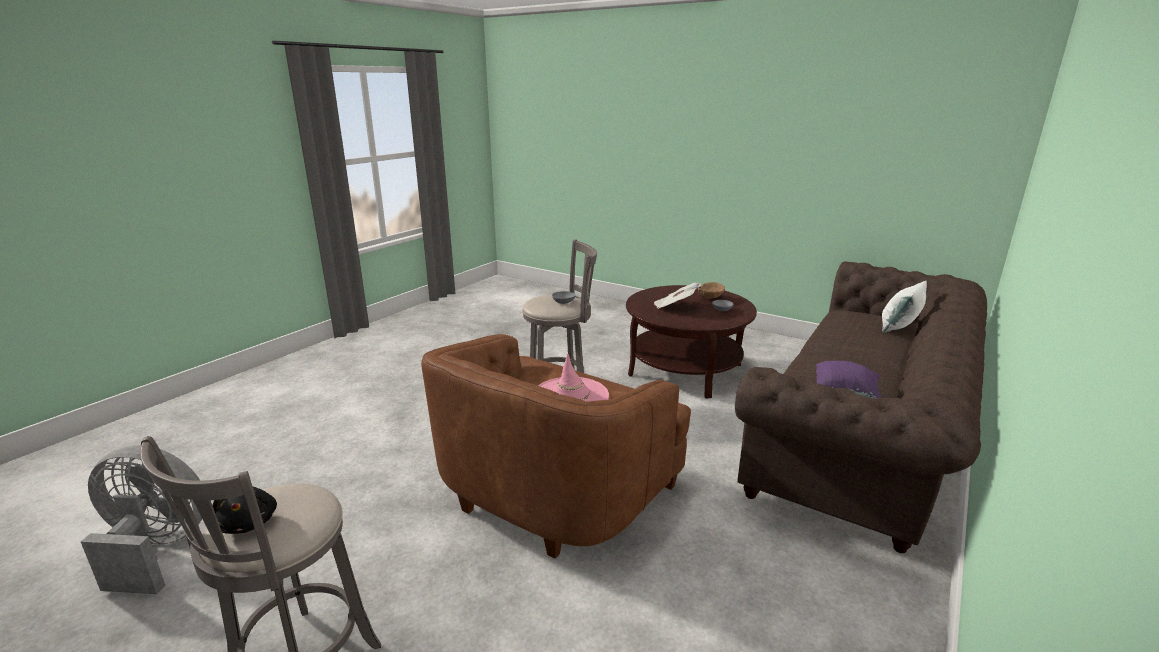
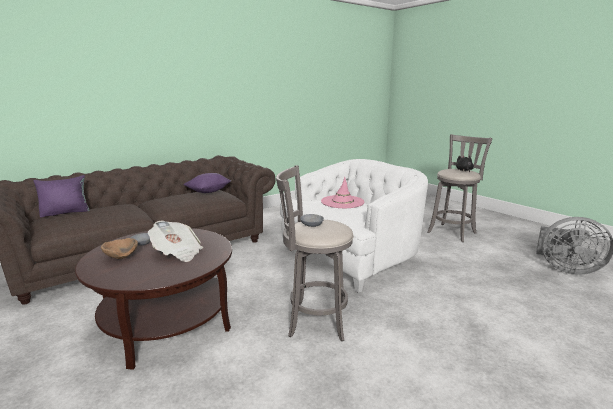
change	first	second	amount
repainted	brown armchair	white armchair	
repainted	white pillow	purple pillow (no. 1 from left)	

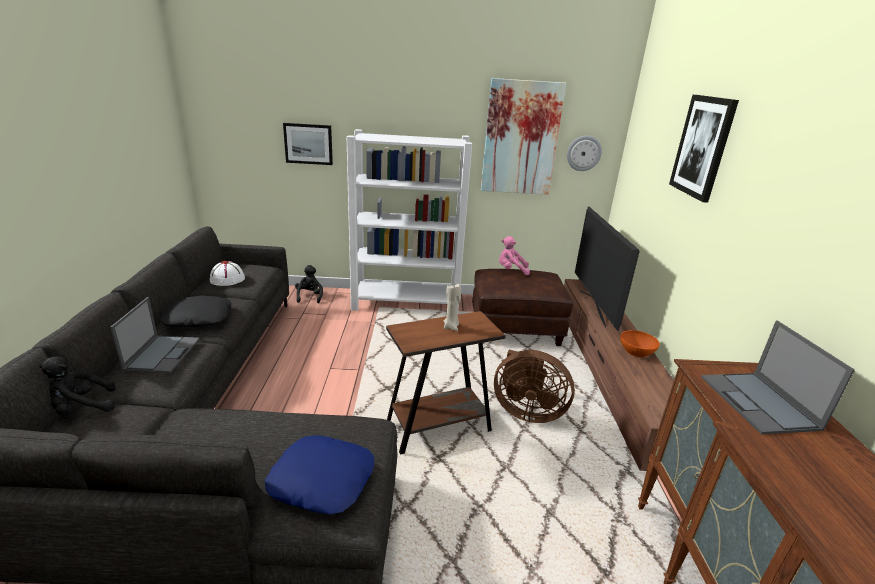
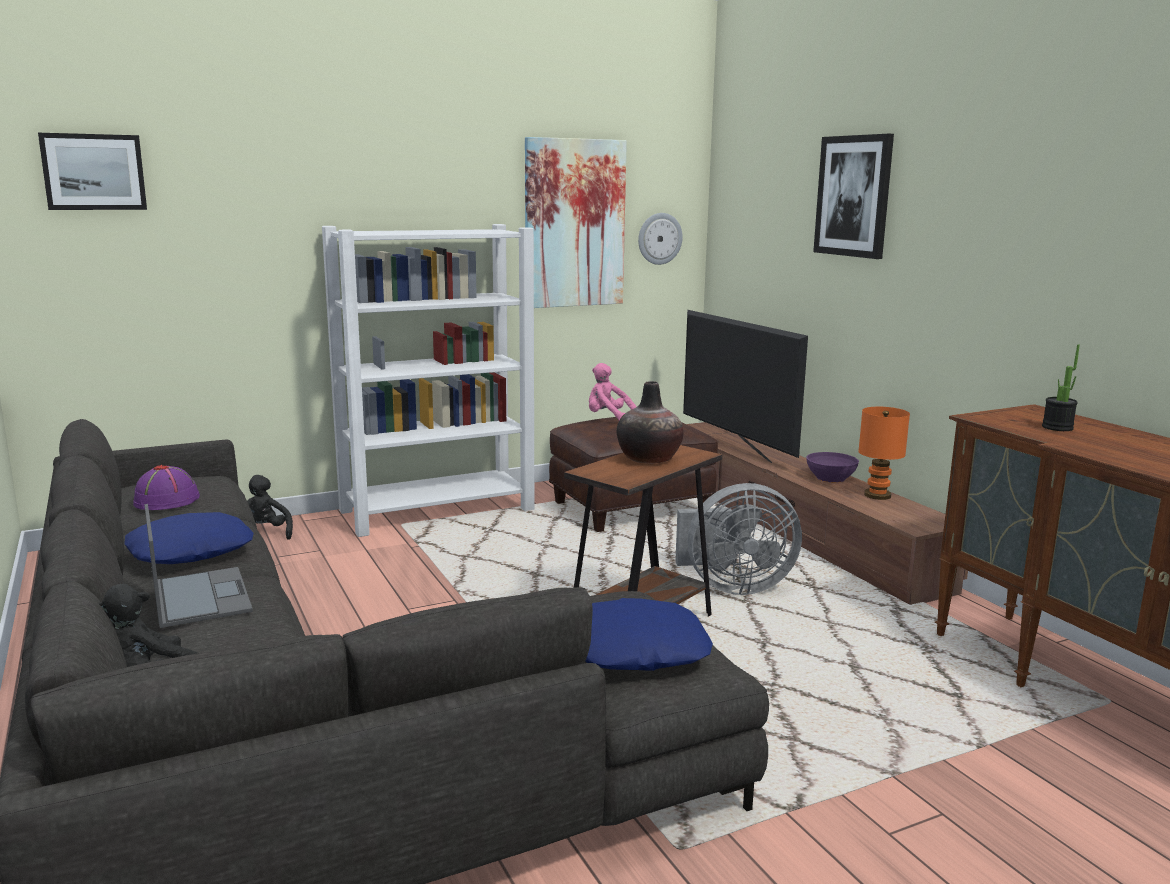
change	first	second	amount
repainted	black pillow	blue pillow (no. 1 from left)	
repainted	white hat	purple hat	
shifted	picture (no. 1 from left)		
swapped	beige candle	vase	
repainted	brown fan	grey fan	
rotated	pink plush toy		45 degrees clockwise
repainted	orange bowl	purple bowl	
swapped	laptop (no. 2 from left)	potted plant	
new		orange table lamp	

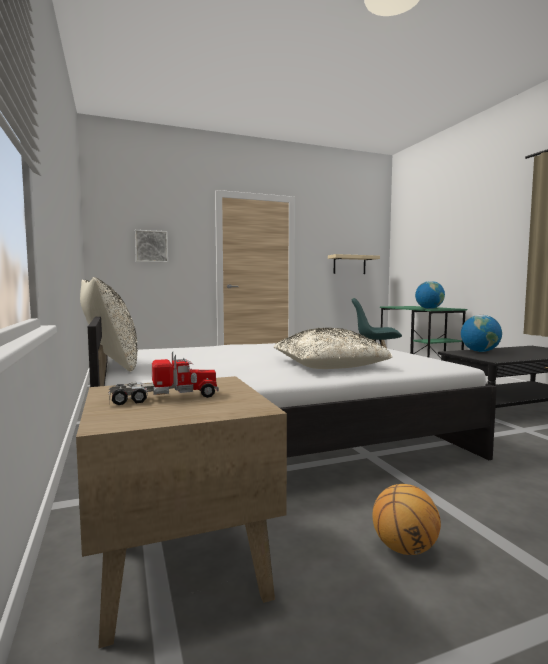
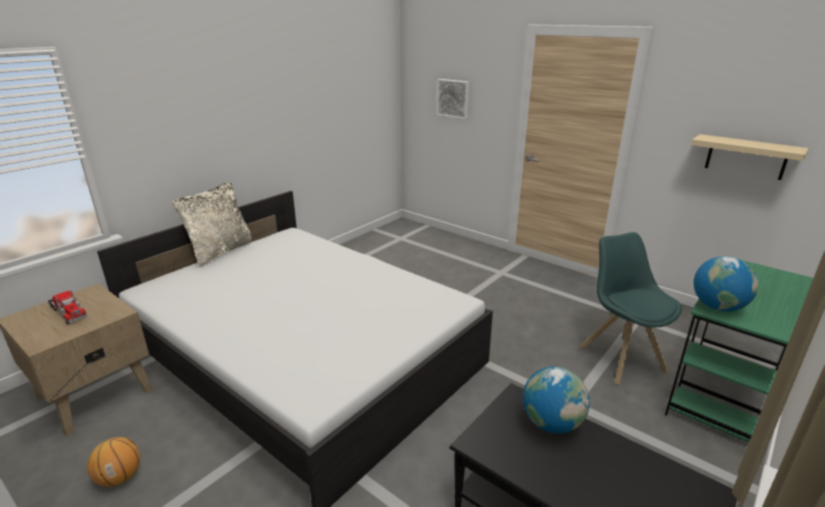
change	first	second	amount
gone	beige pillow (no. 2 from left)		

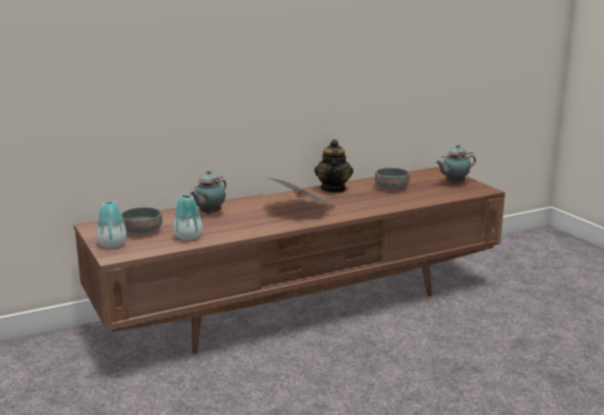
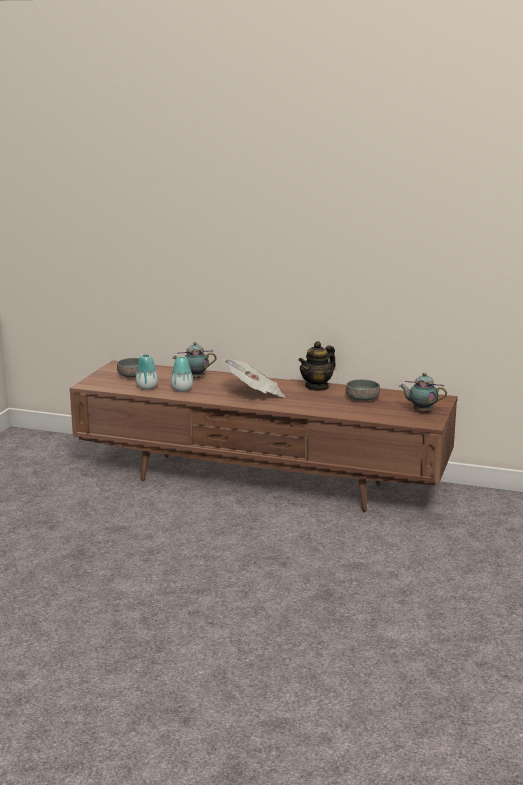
change	first	second	amount
shifted	vase (no. 1 from left in the first image)	vase (no. 2 from left)	

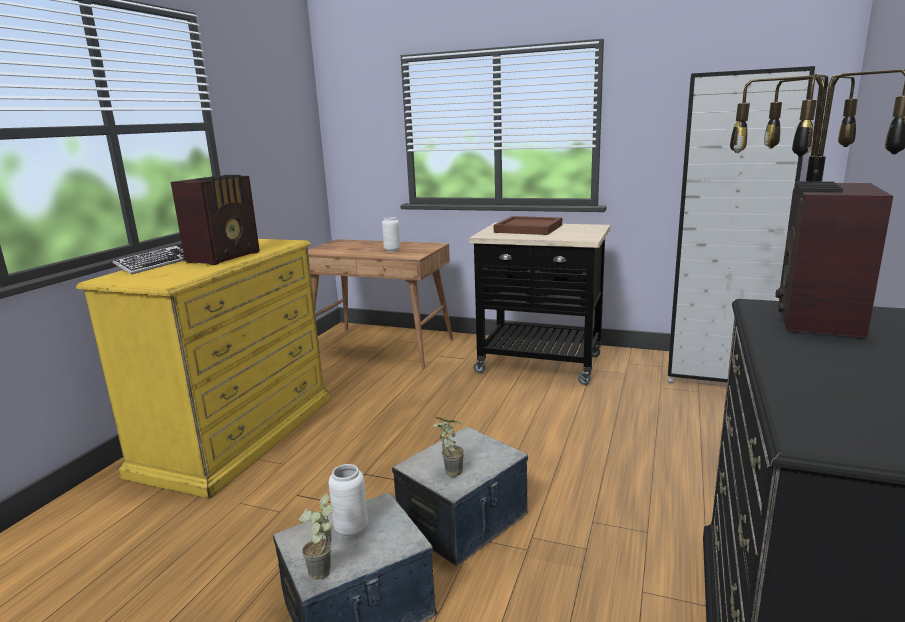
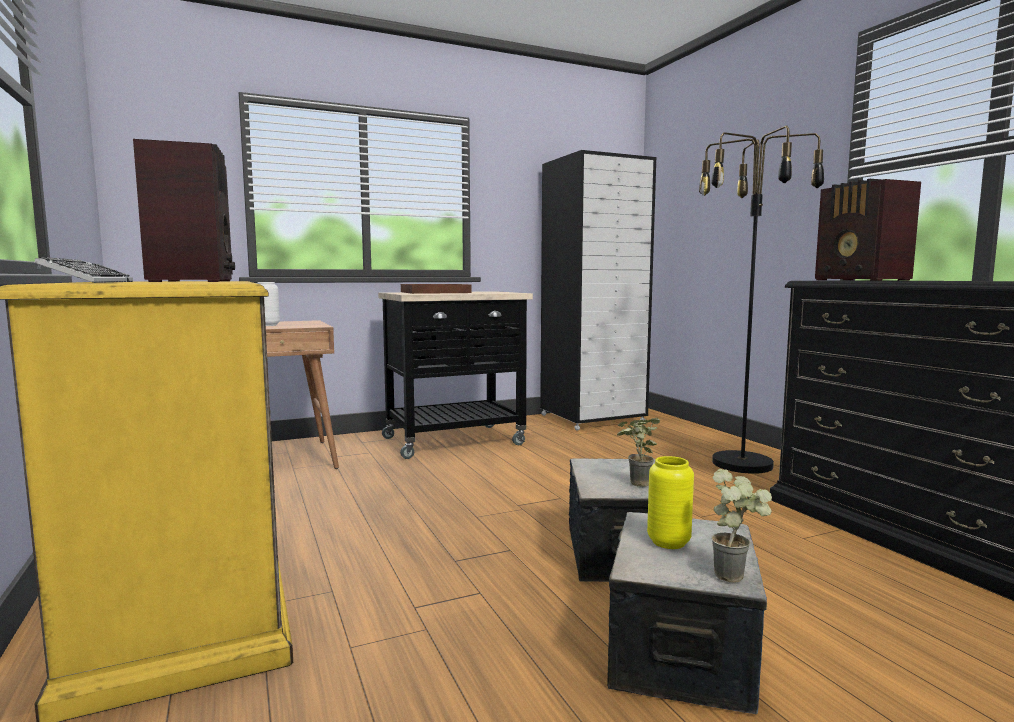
change	first	second	amount
repainted	white vase (no. 1 from left)	yellow vase	

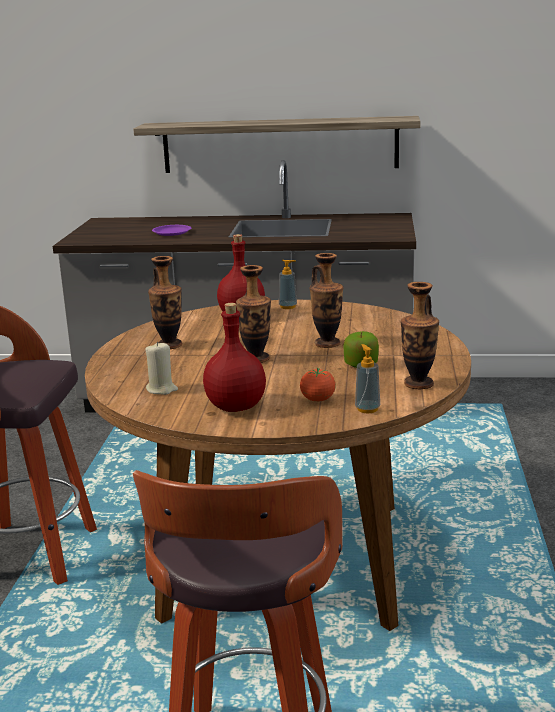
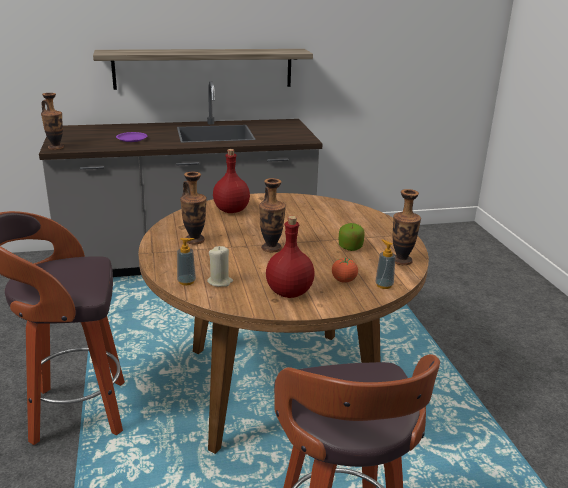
change	first	second	amount
shifted	soap dispenser (no. 1 from left)		
shifted	vase (no. 3 from left in the first image)	vase (no. 1 from left)	

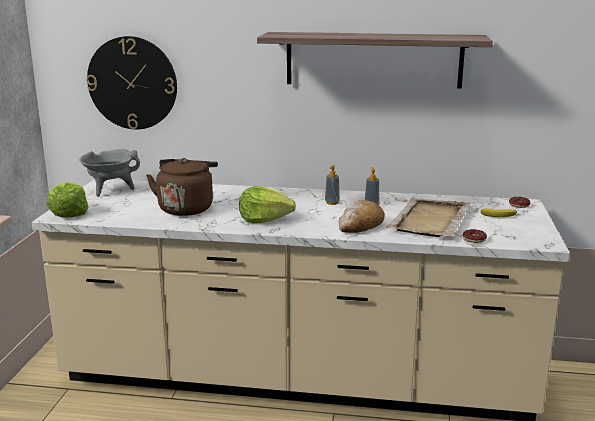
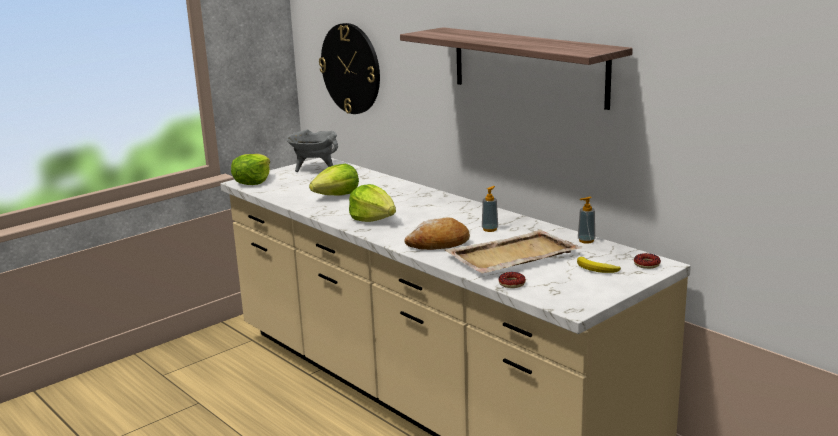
change	first	second	amount
swapped	brown kettle	lettuce (no. 2 from left)	
shifted	soap dispenser (no. 1 from left in the first image)	soap dispenser (no. 2 from left)	

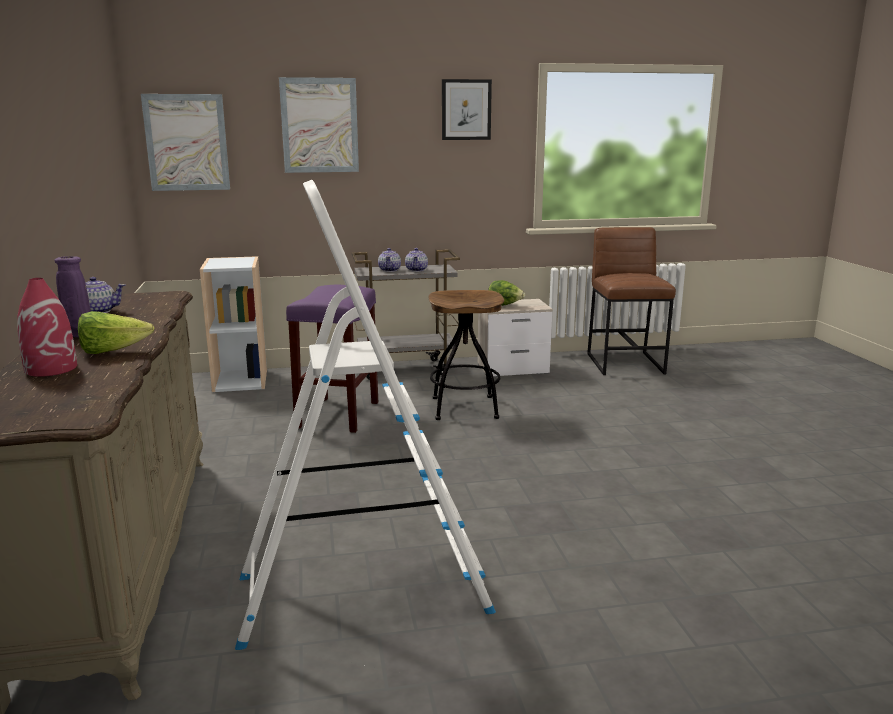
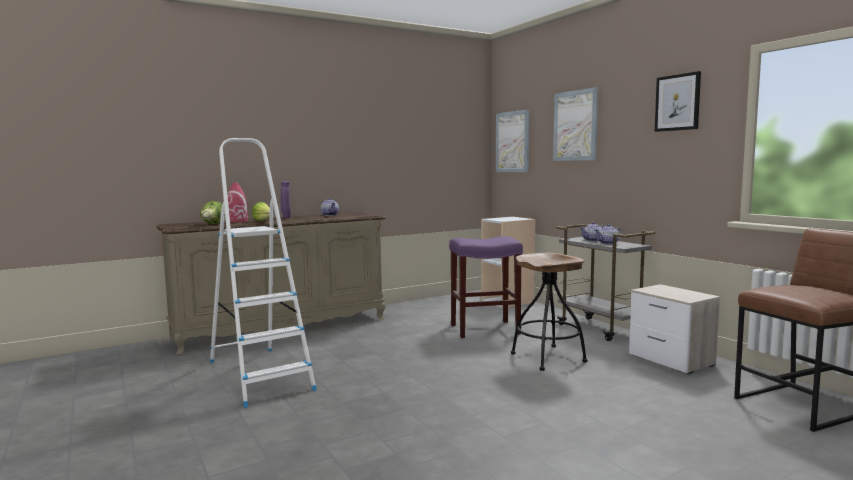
change	first	second	amount
shifted	lettuce (no. 2 from left in the first image)	lettuce (no. 1 from left)	

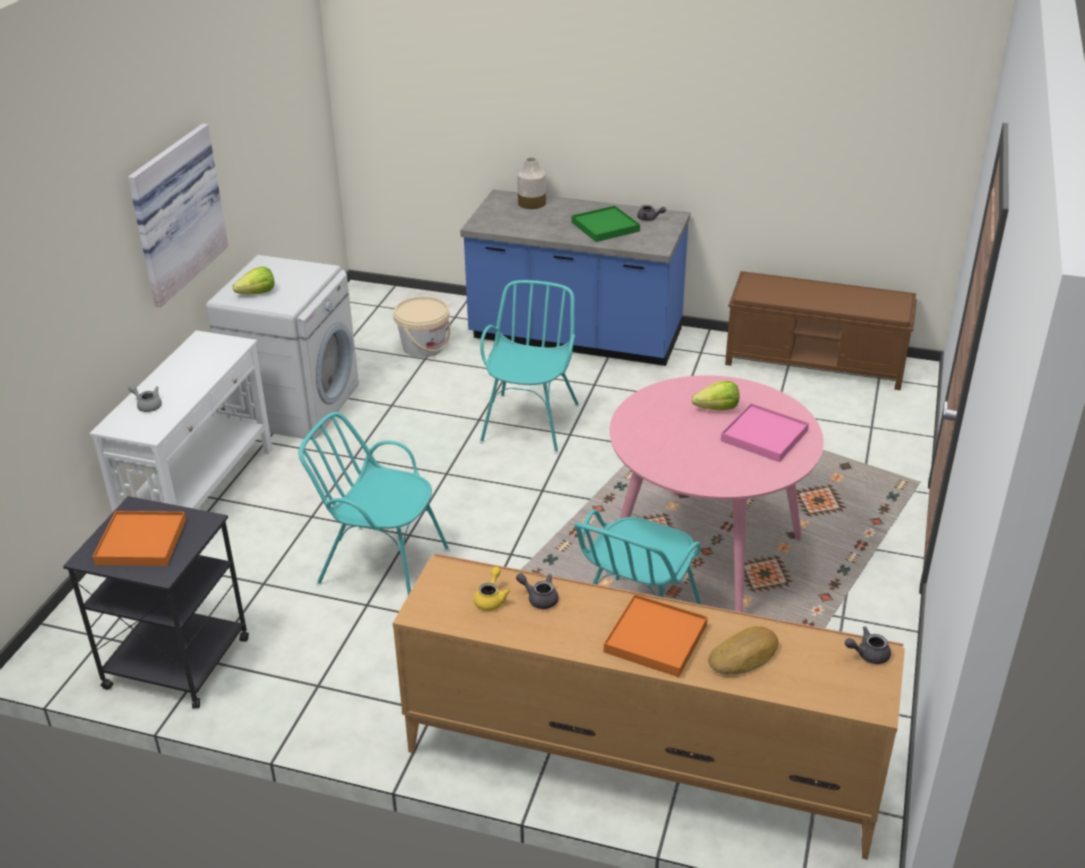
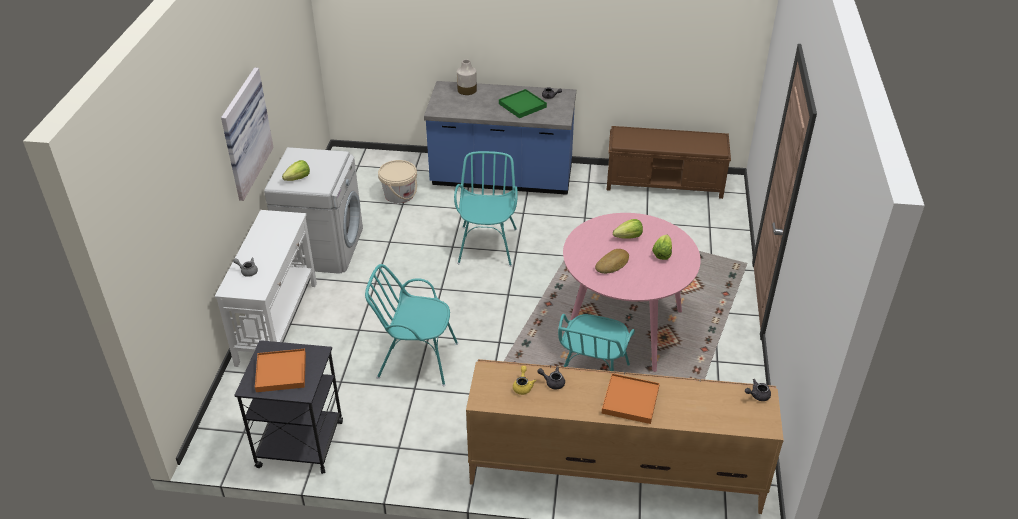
change	first	second	amount
shifted	bread		
swapped	pink tray	lettuce (no. 3 from left)	

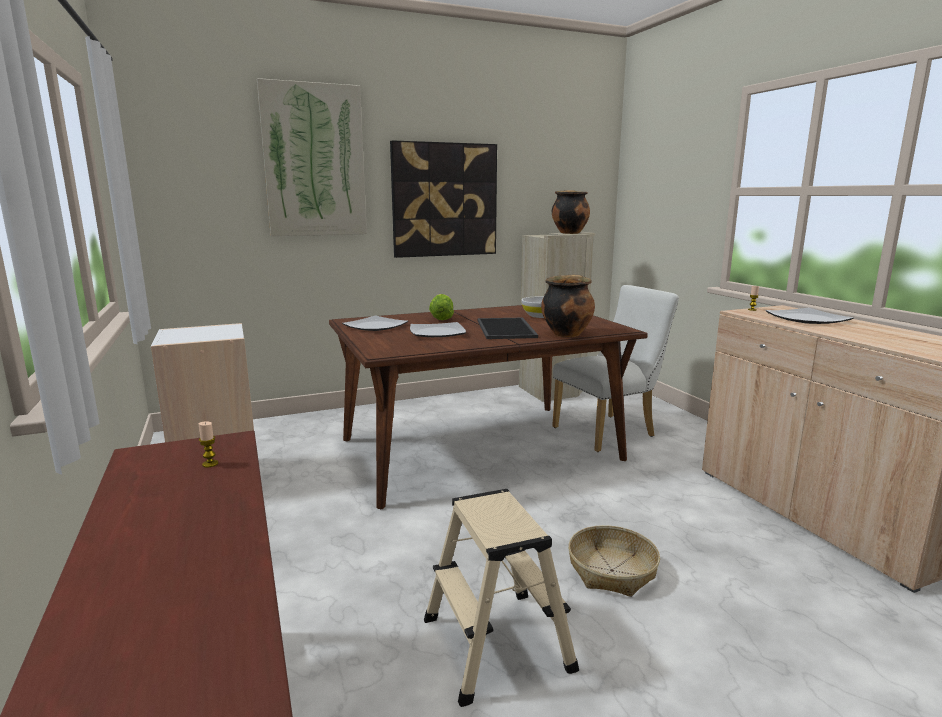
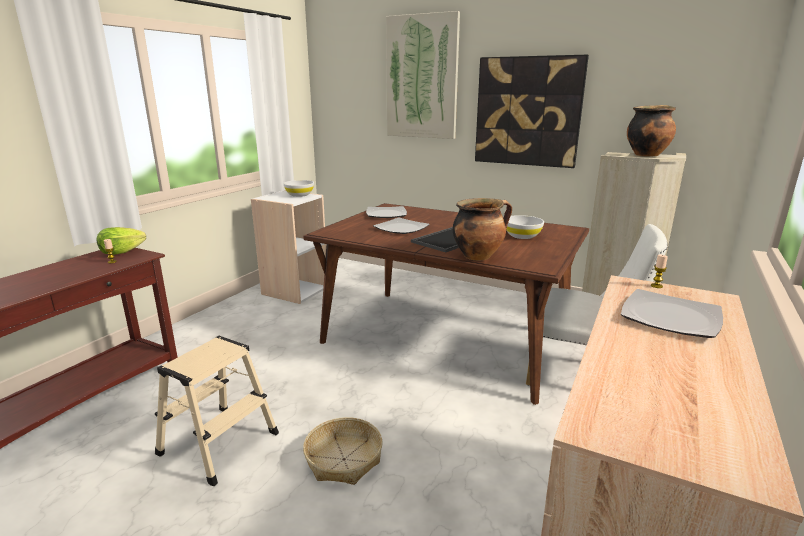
change	first	second	amount
shifted	lettuce		
new		white bowl (no. 1 from left)	

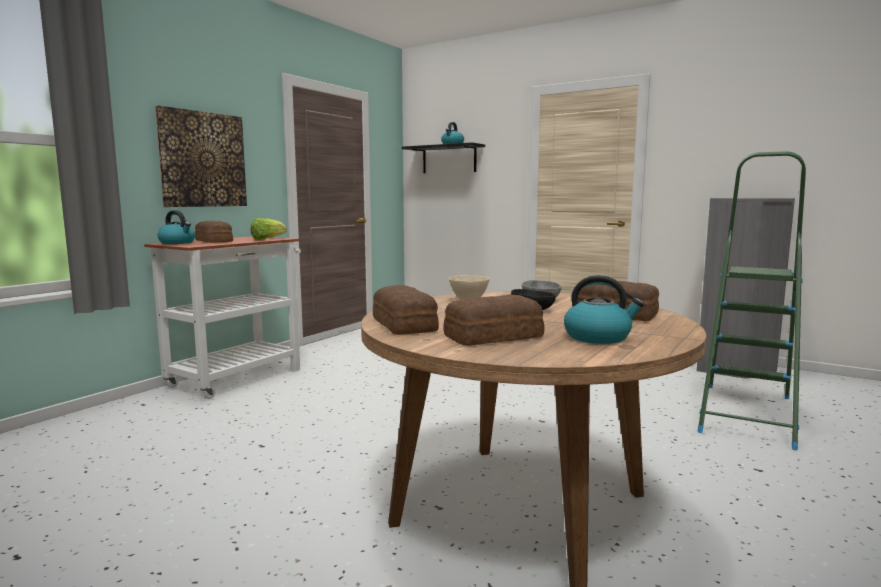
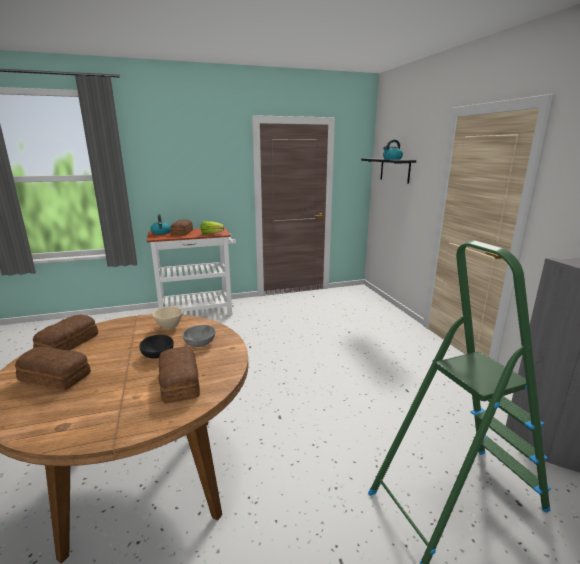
change	first	second	amount
gone	picture		
gone	kettle (no. 3 from left)		

